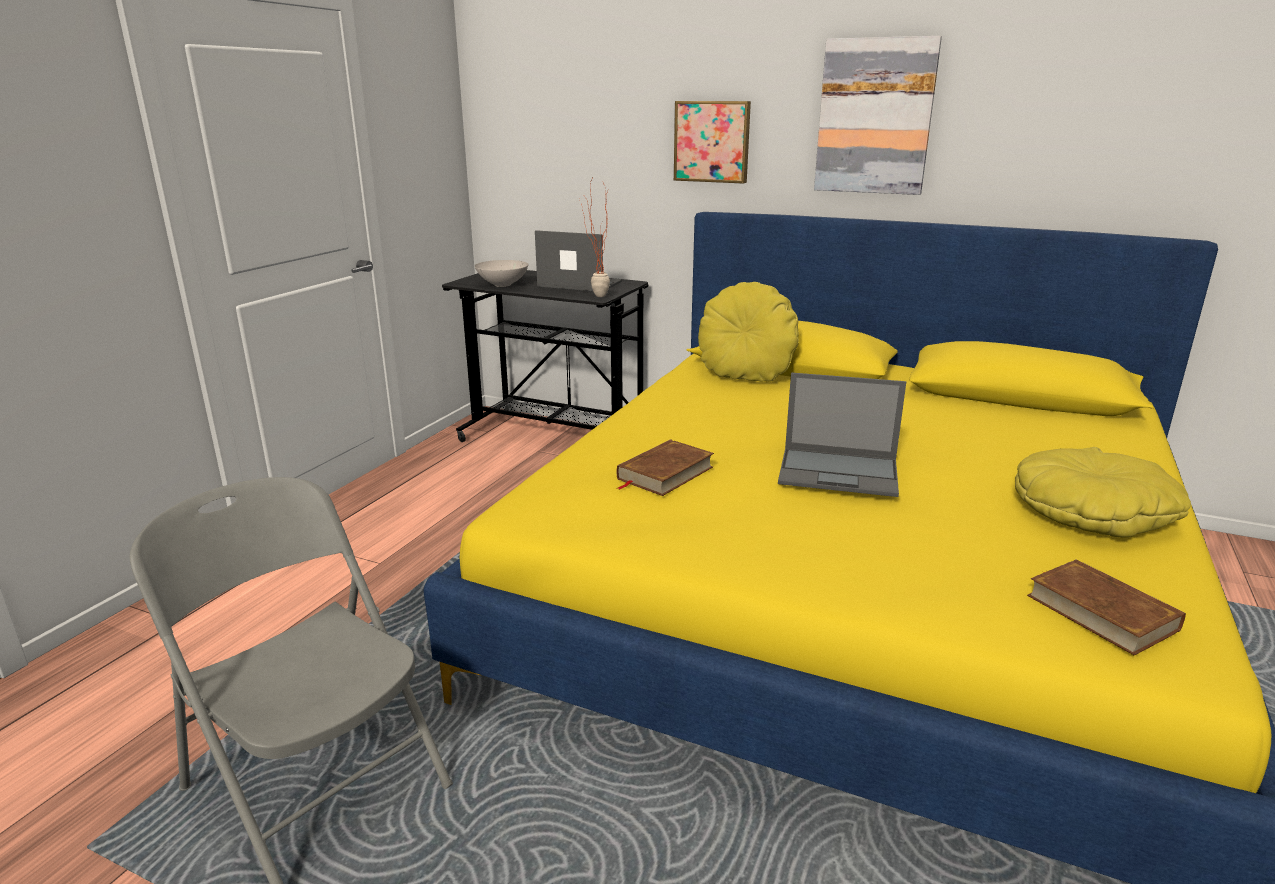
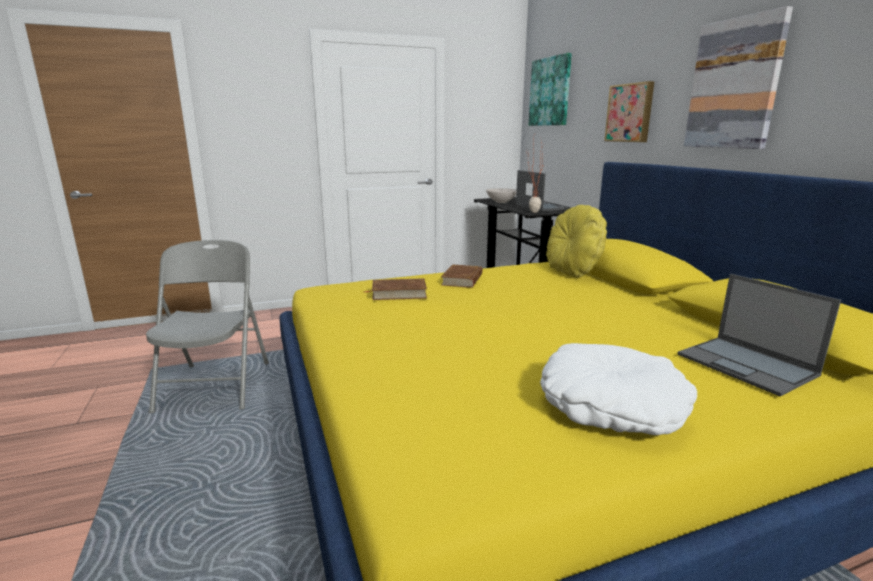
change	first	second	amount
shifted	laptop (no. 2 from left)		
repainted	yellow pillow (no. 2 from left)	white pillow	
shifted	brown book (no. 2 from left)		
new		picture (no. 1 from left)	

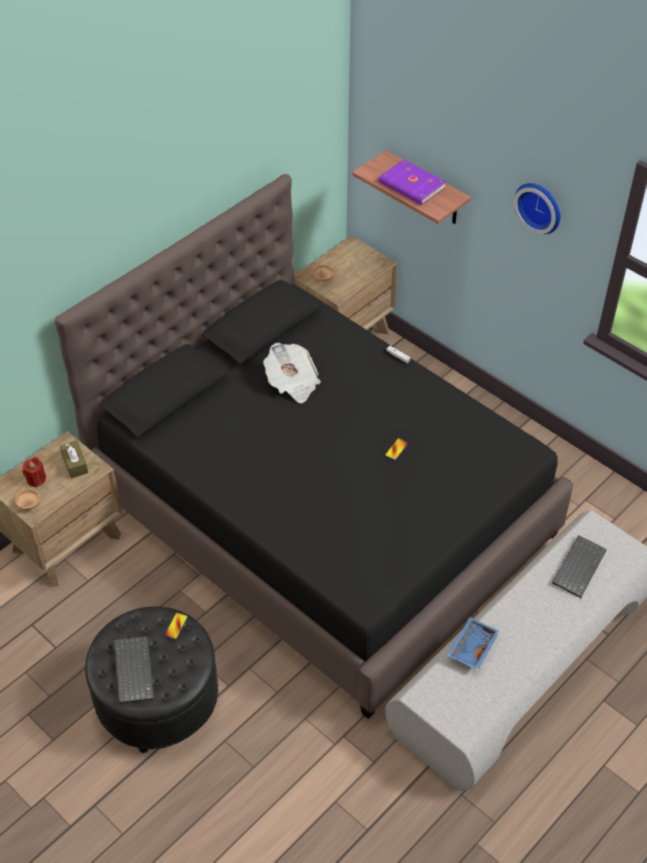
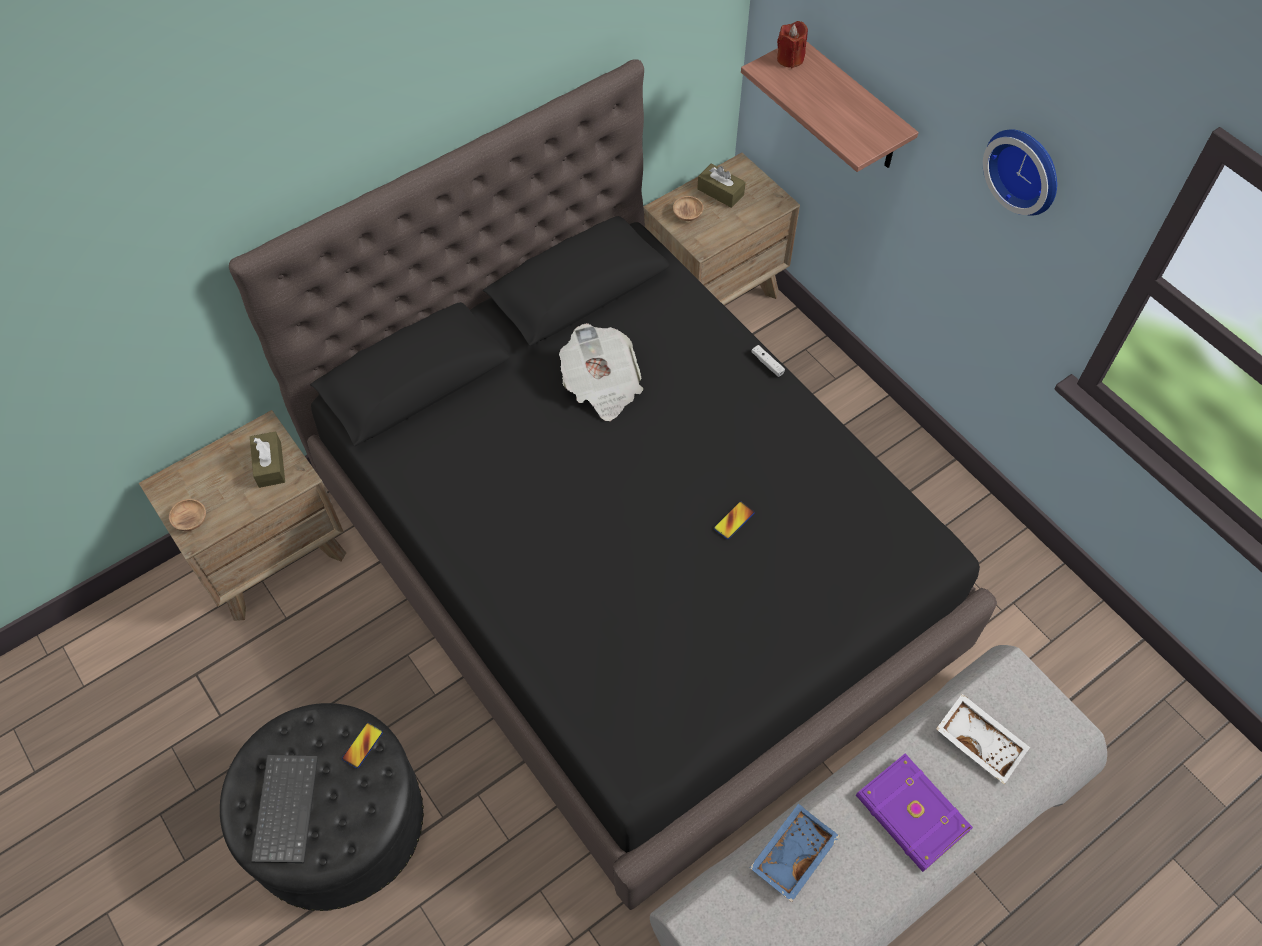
change	first	second	amount
shifted	red candle		
shifted	purple book		
swapped	keyboard (no. 2 from left)	white tray	
new		brown tissue box (no. 2 from left)	

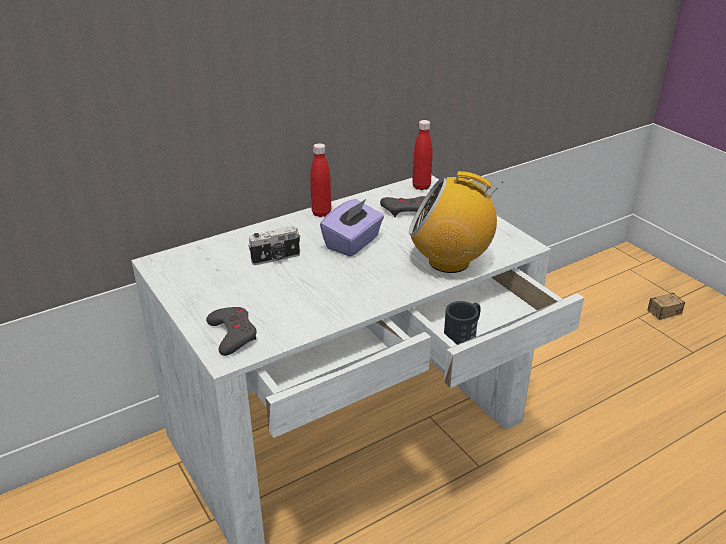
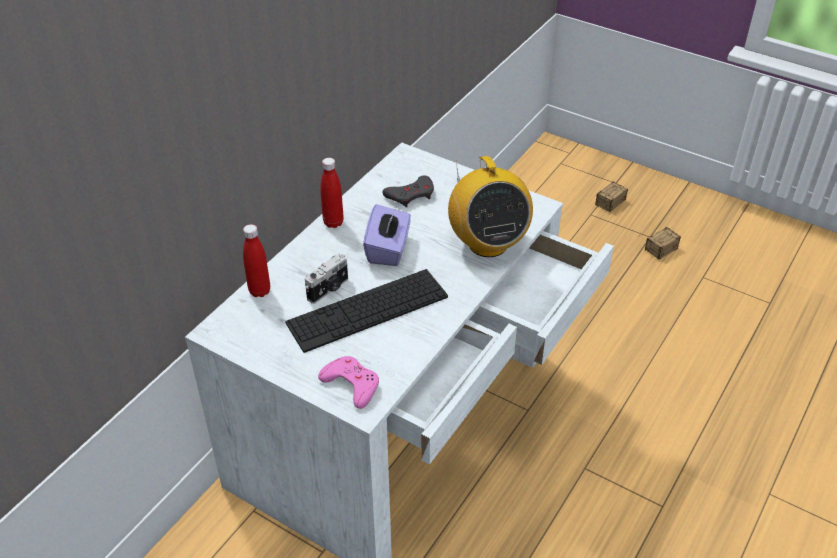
change	first	second	amount
repainted	grey game controller (no. 1 from left)	pink game controller	
rotated	radio		90 degrees counterclockwise
shifted	red bottle (no. 2 from left in the first image)	red bottle (no. 1 from left)	
gone	black mug		
new		keyboard	
new		storage box (no. 2 from left)	

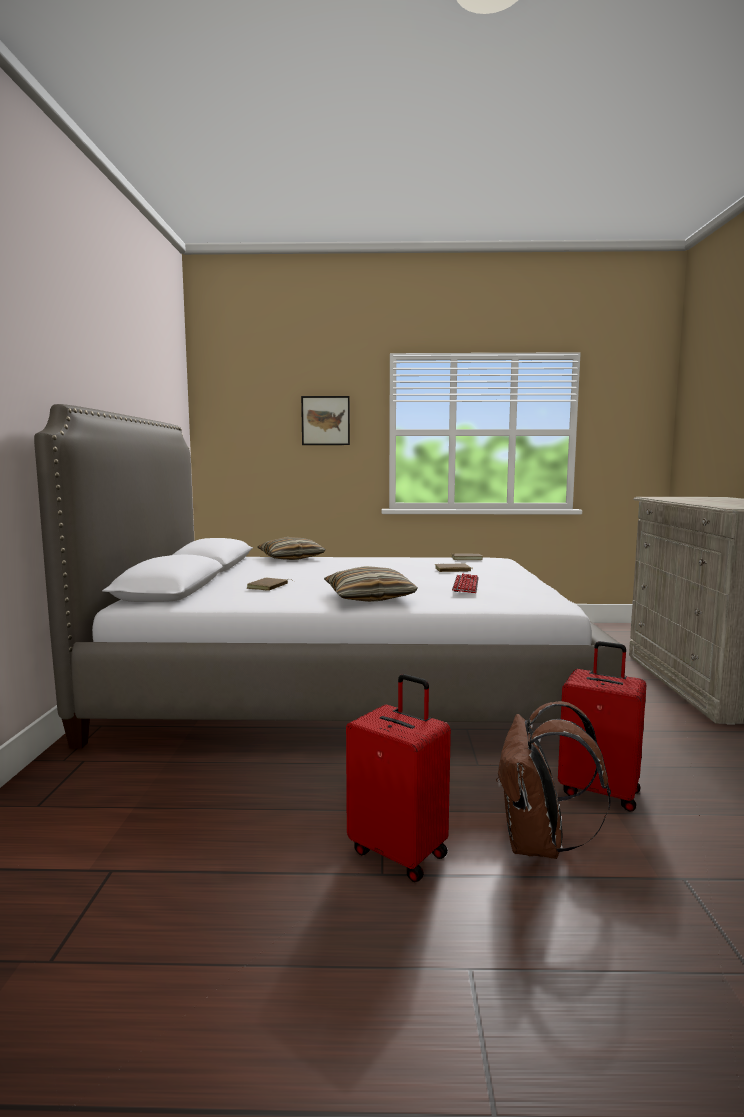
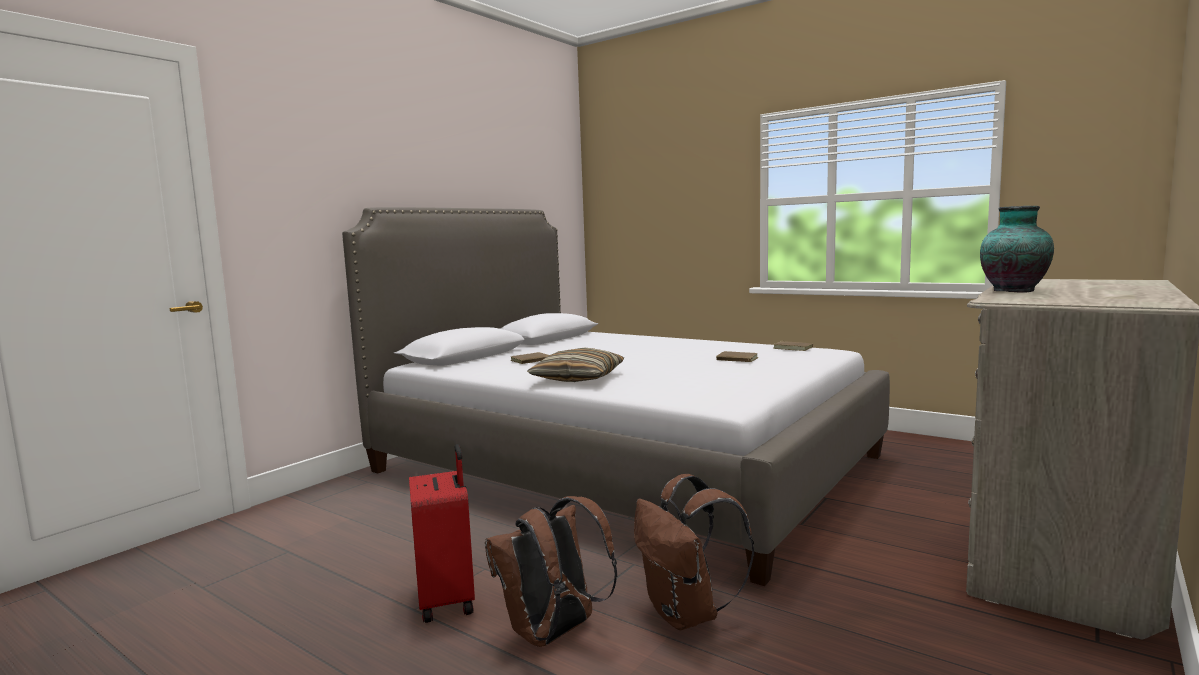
change	first	second	amount
gone	pillow (no. 1 from left)		
gone	picture		
gone	keyboard		
swapped	red suitcase (no. 2 from left)	brown backpack (no. 2 from left)	
new		vase	

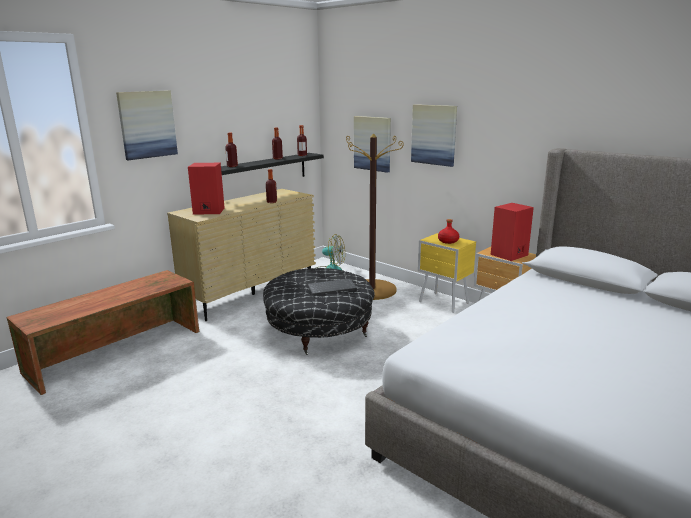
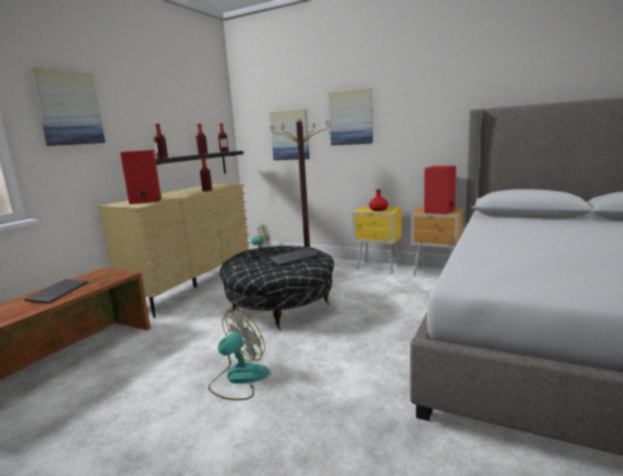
change	first	second	amount
new		keyboard (no. 1 from left)	
new		fan (no. 1 from left)	

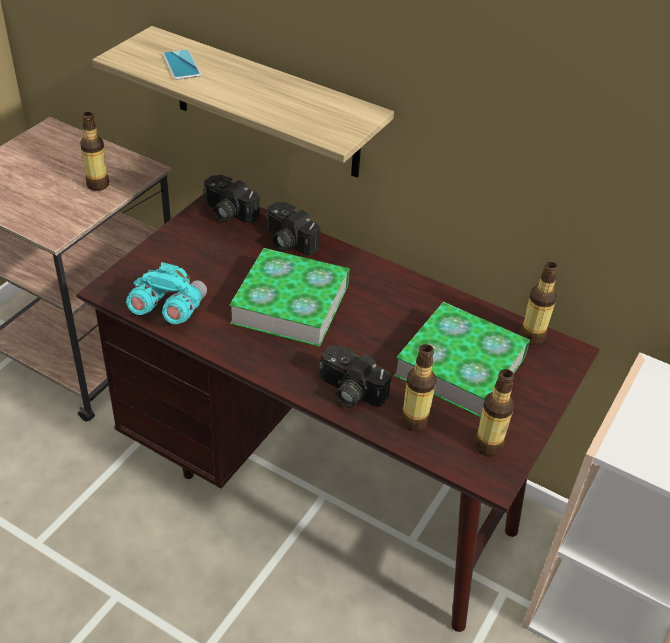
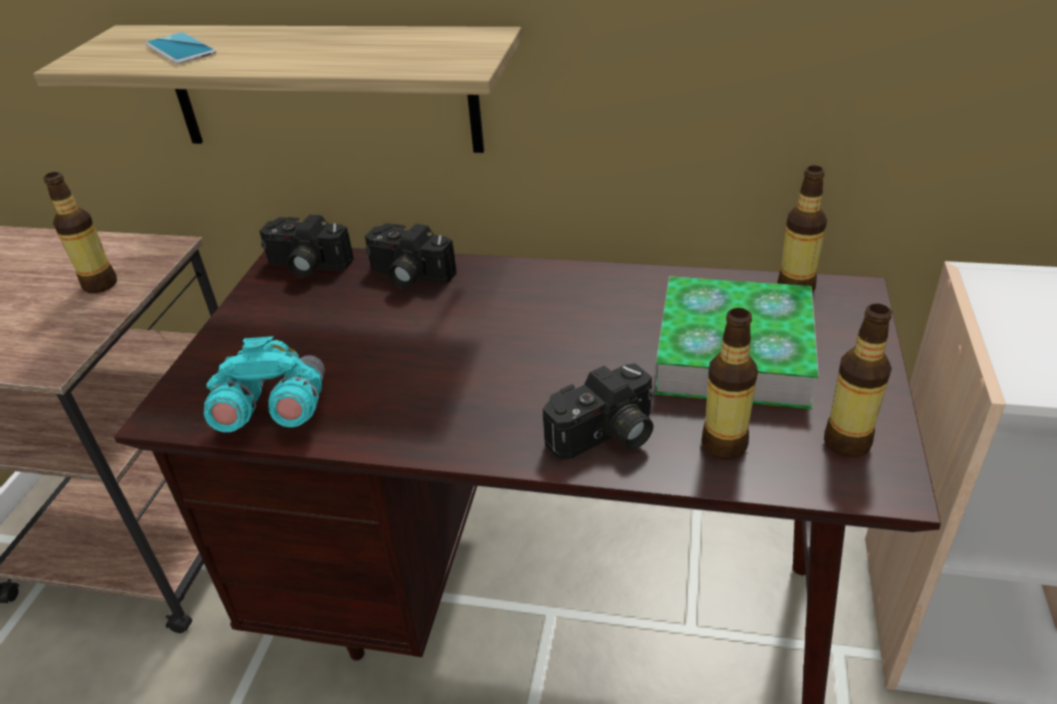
change	first	second	amount
gone	book (no. 1 from left)		
rotated	photo camera (no. 3 from left)		45 degrees counterclockwise

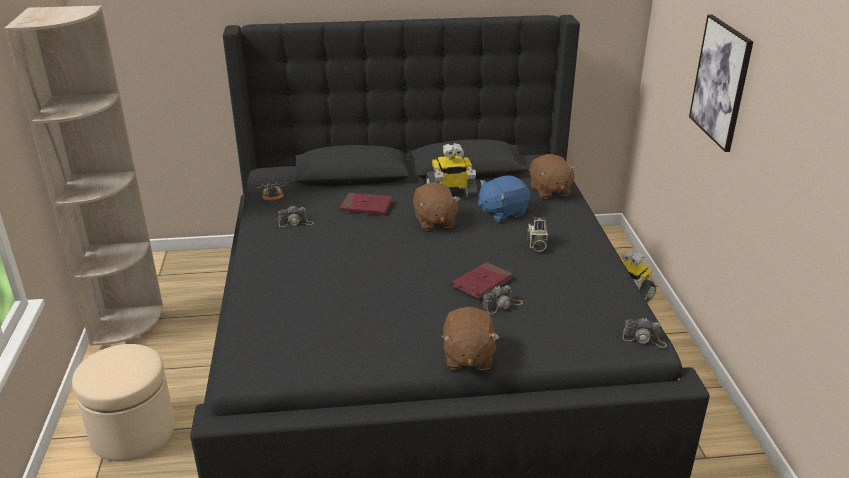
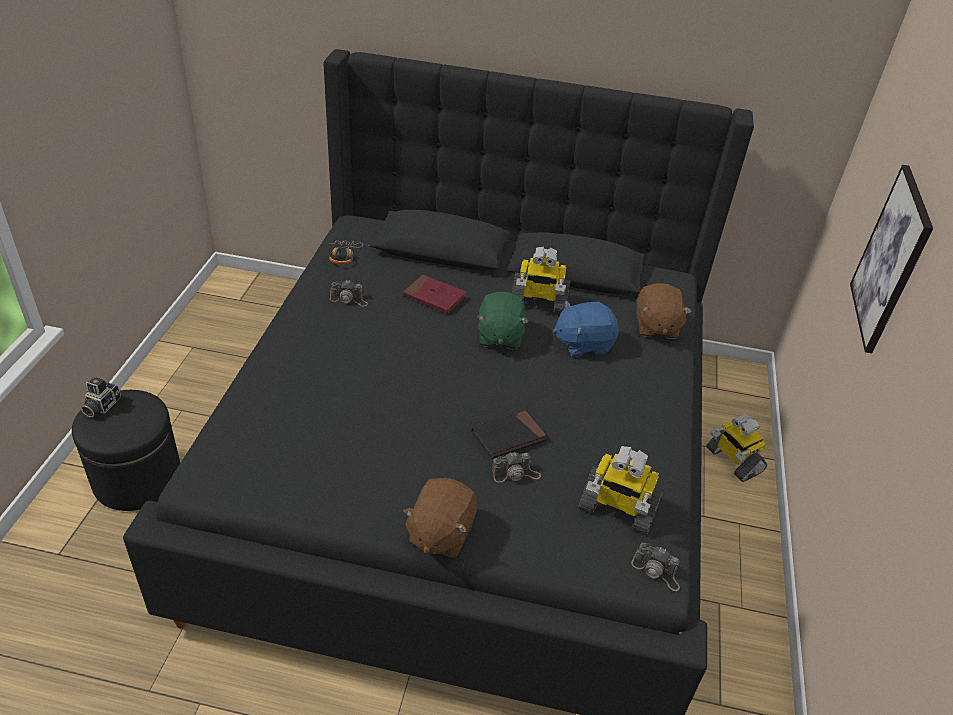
change	first	second	amount
gone	beige bookcase		
repainted	beige ottoman	black ottoman	
repainted	brown plush toy (no. 1 from left)	green plush toy	
repainted	red book (no. 2 from left)	black book	
shifted	photo camera (no. 3 from left in the first image)	photo camera (no. 1 from left)	
new		toy robot (no. 2 from left)	

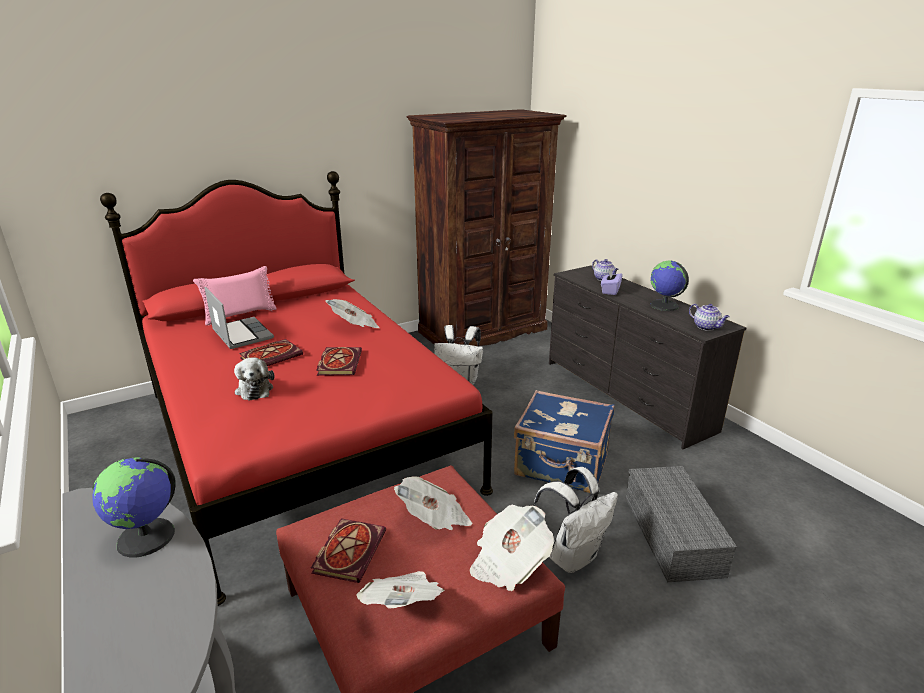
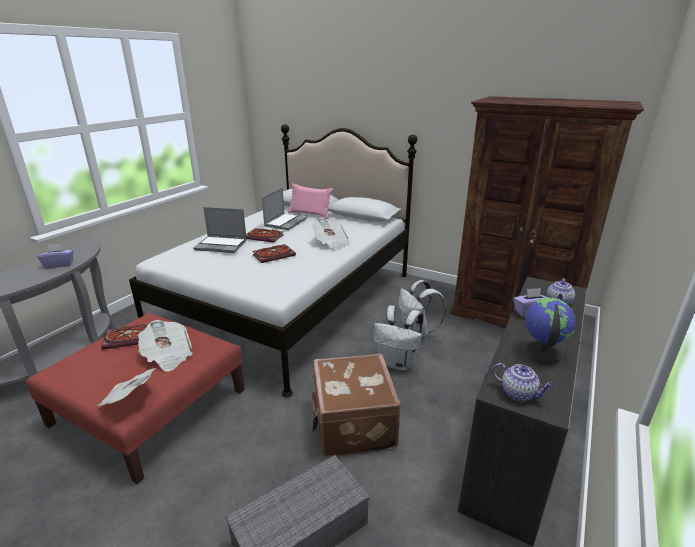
change	first	second	amount
swapped	globe (no. 1 from left)	purple tissue box (no. 1 from left)	
repainted	red bed	white bed	
swapped	plush toy	laptop (no. 1 from left)	
gone	newspaper (no. 2 from left)		
repainted	blue suitcase	brown suitcase	
shifted	white backpack (no. 2 from left in the first image)	white backpack (no. 1 from left)	
rotated	teapot (no. 2 from left in the first image)	teapot (no. 1 from left)	75 degrees counterclockwise

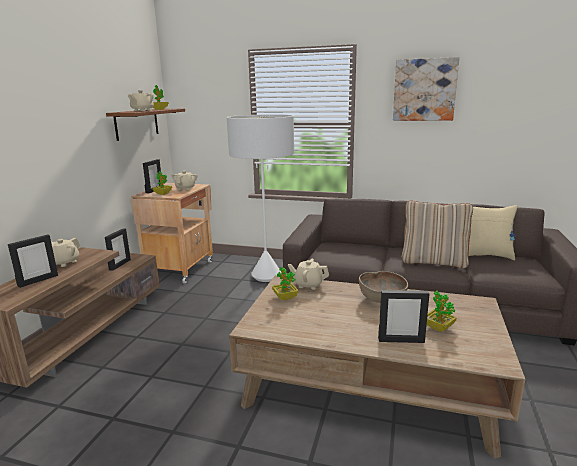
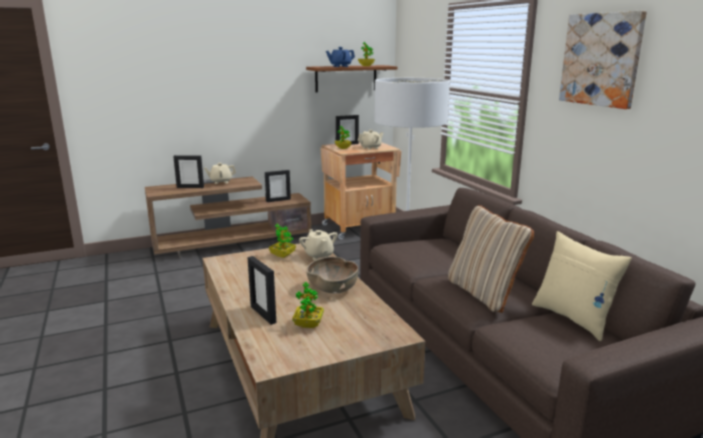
change	first	second	amount
repainted	beige teapot (no. 2 from left)	blue teapot	

